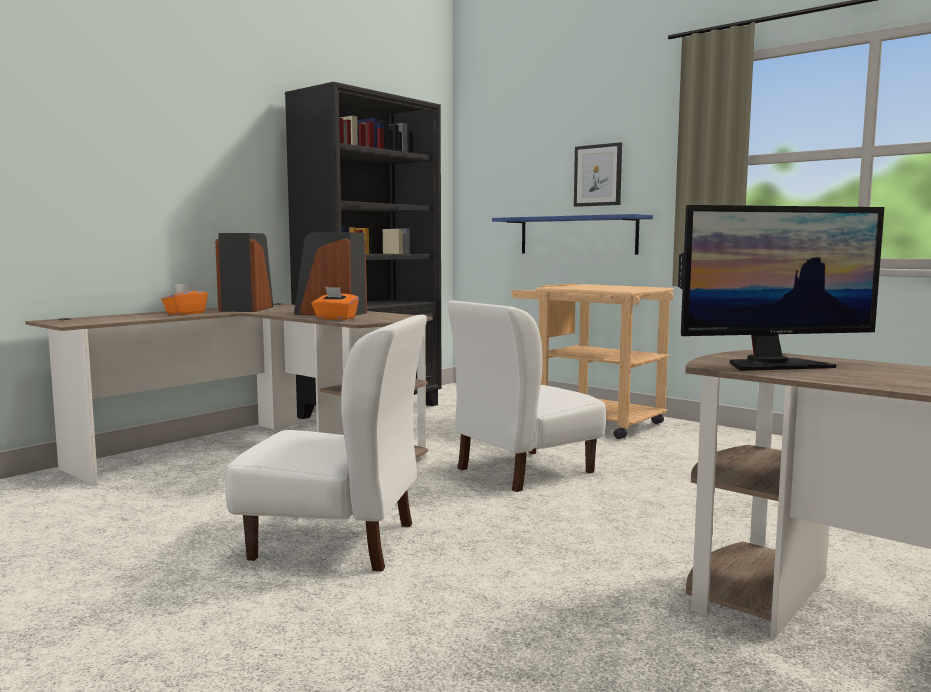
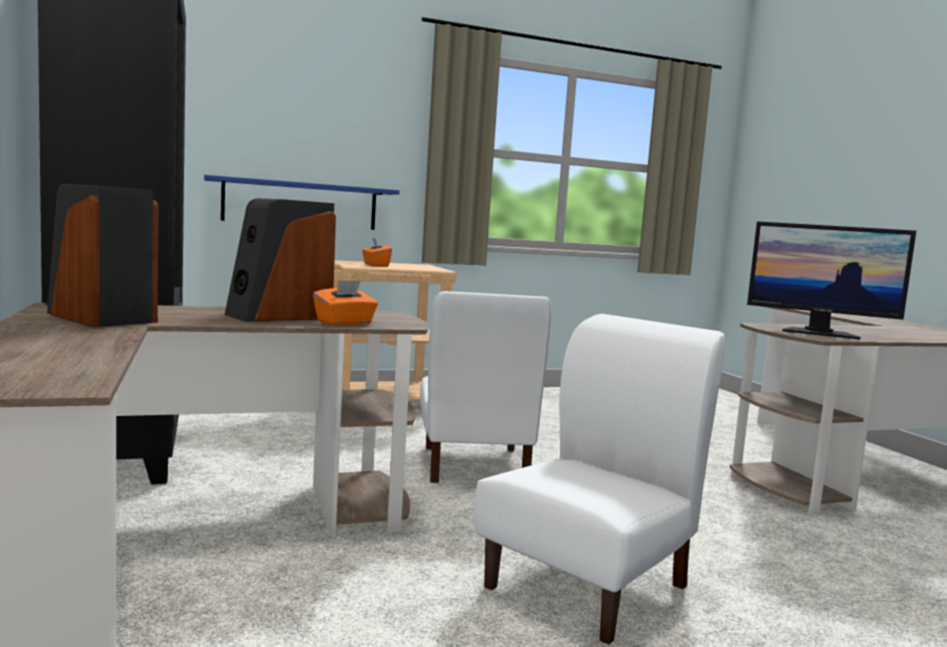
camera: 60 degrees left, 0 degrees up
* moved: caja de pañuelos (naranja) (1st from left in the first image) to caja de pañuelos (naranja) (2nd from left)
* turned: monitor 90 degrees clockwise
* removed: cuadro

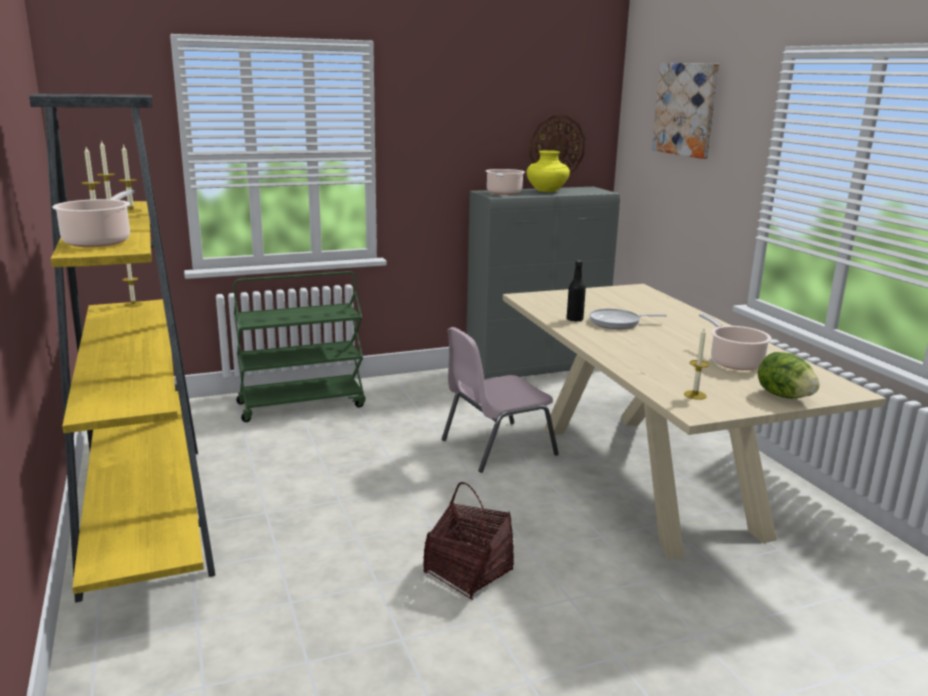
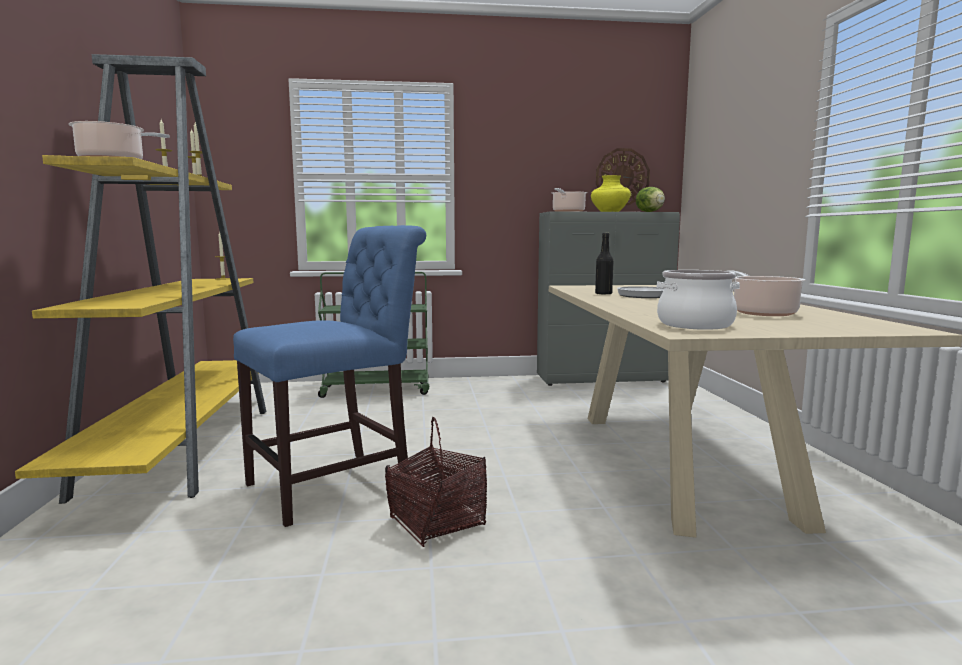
camera: 15 degrees right, 10 degrees down
* added: silla (azul)
* moved: lechuga
* replaced: vela (5th from left) to olla (3rd from left)
* removed: silla (rosa)
* removed: cuadro

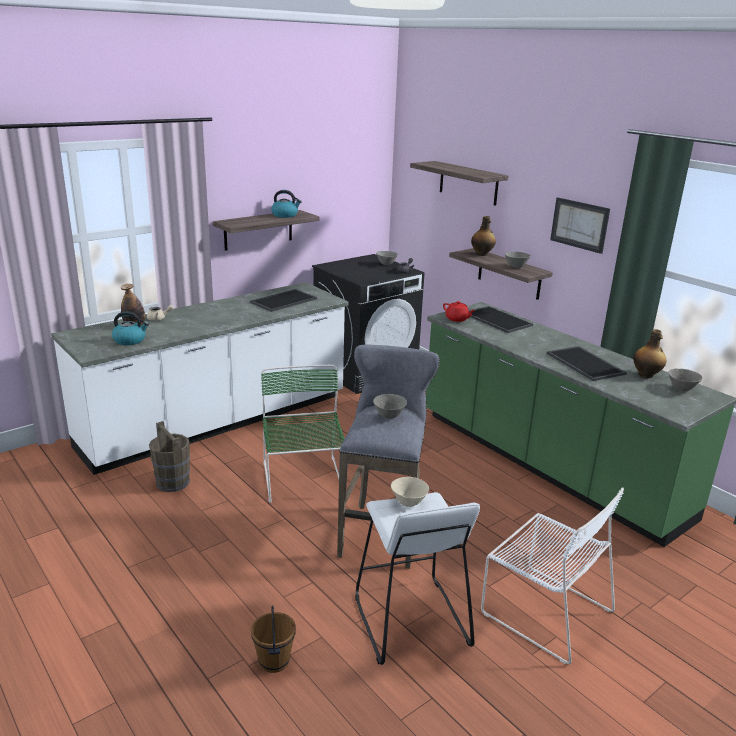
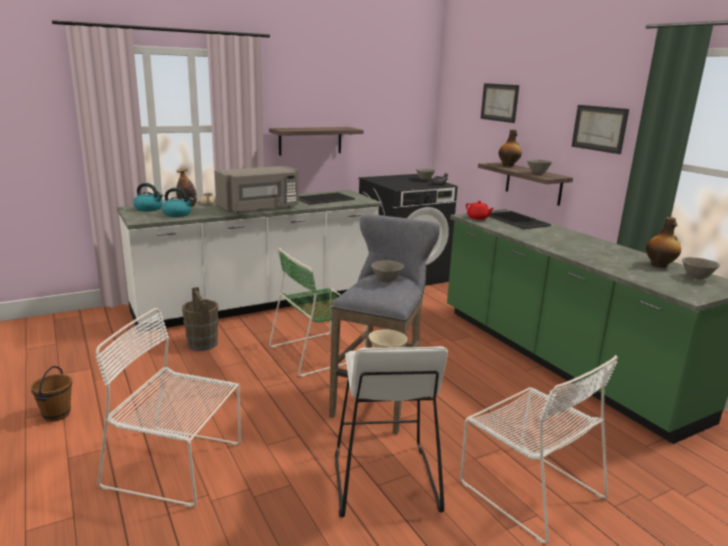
camera: 10 degrees right, 5 degrees down
* moved: cubo (marrón) (2nd from left in the first image) to cubo (marrón) (1st from left)
* added: silla (blanco) (1st from left)
* moved: hervidor (2nd from left in the first image) to hervidor (1st from left)
* added: microondas (gris)
* turned: silla (verde) 120 degrees counterclockwise
* replaced: estante (2nd from left) to cuadro (1st from left)
* removed: bandeja (3rd from left)

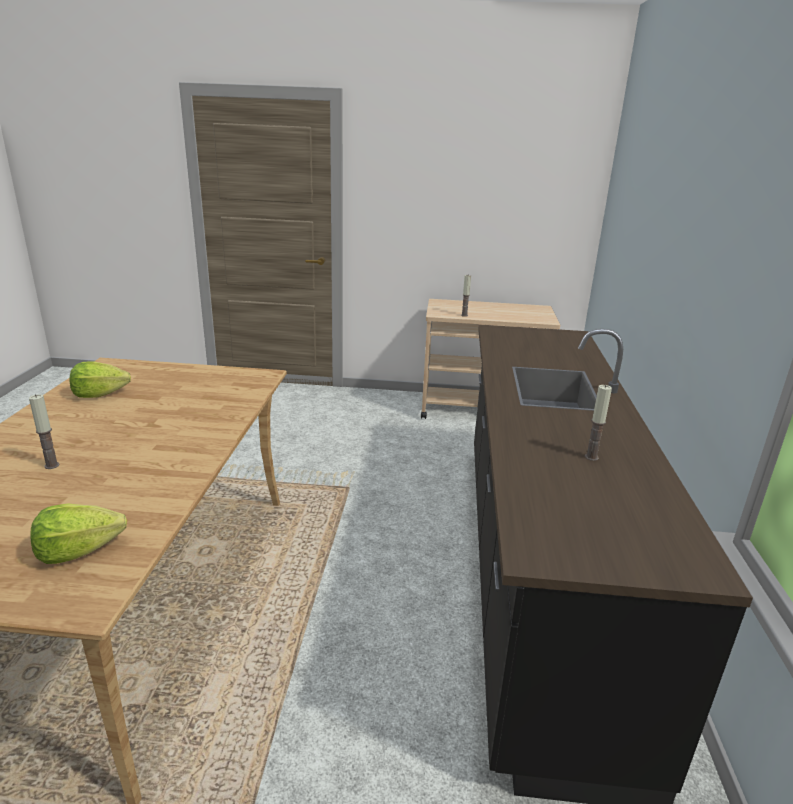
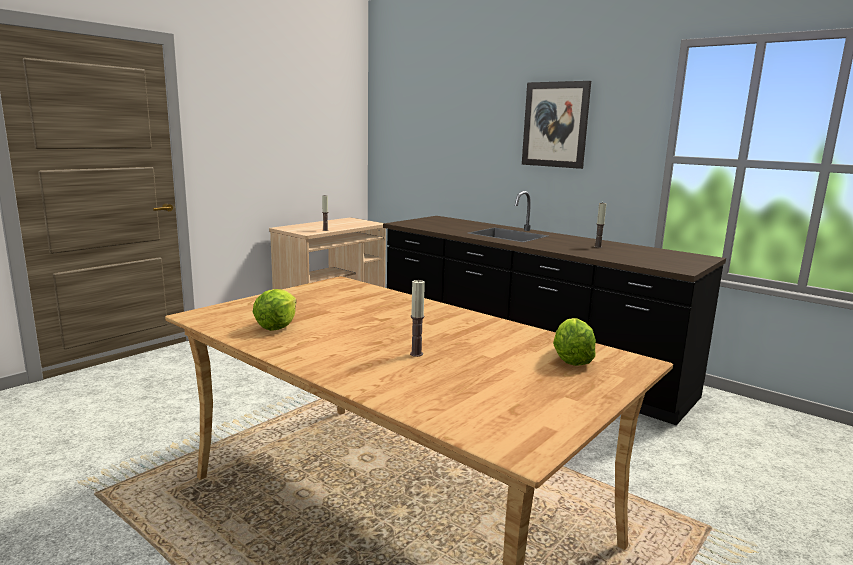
camera: 55 degrees left, 10 degrees down
* added: cuadro

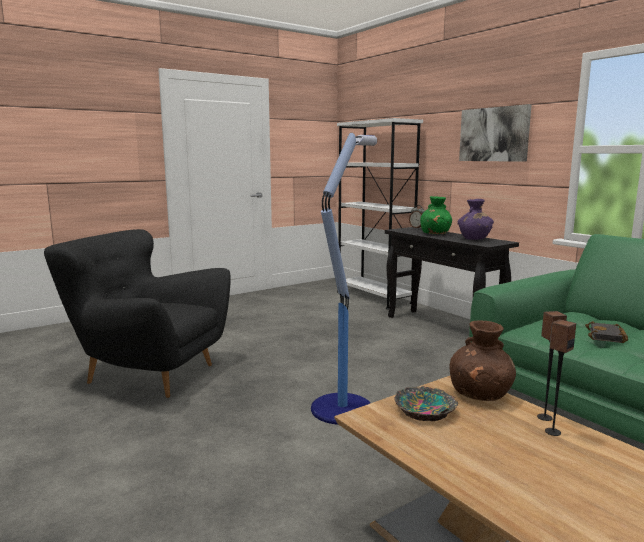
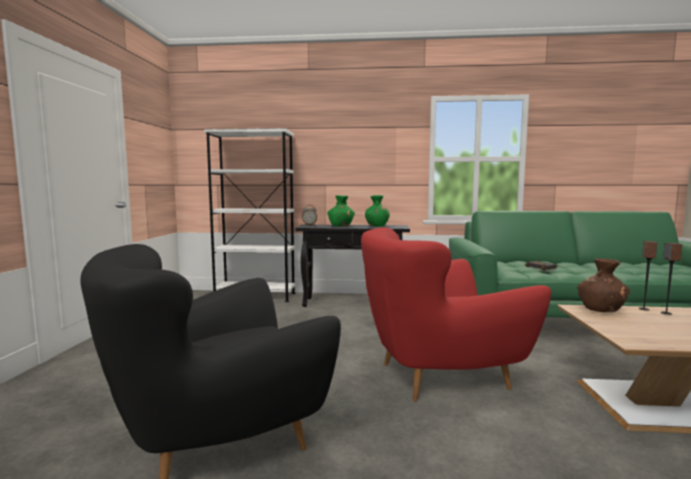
camera: 50 degrees left, 5 degrees down
* replaced: lámpara de pie to sillón (rojo)
* recoloured: florero (morado) to florero (verde) (2nd from left)
* removed: cuenco
* removed: cuadro

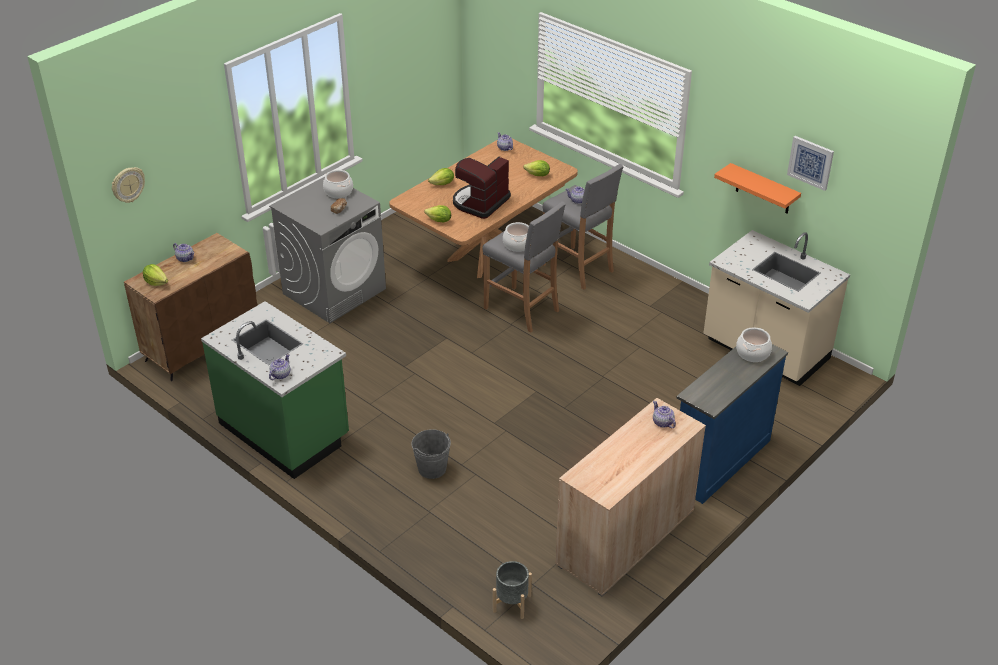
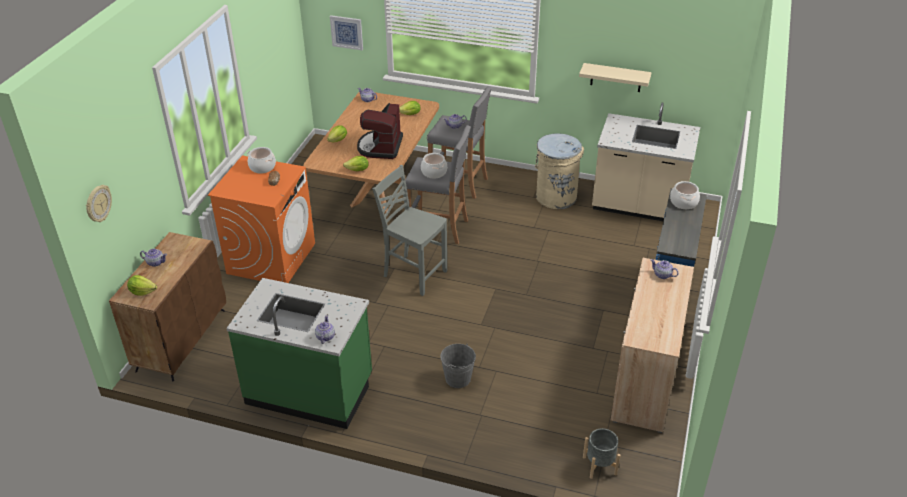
camera: 25 degrees left, 0 degrees up
* recoloured: lavadora (gris) to lavadora (naranja)
* moved: cuadro
* added: silla (gris)
* added: papelera (beis)
* recoloured: estante (naranja) to estante (beis)

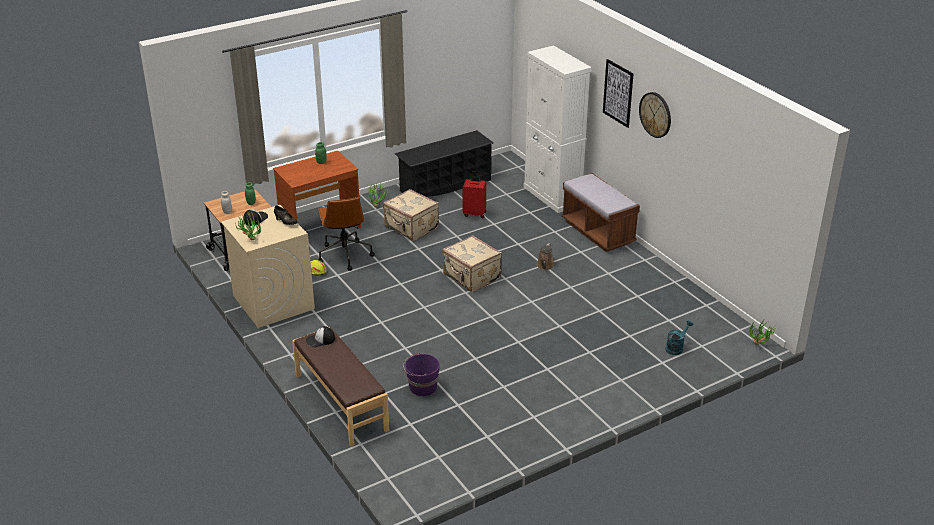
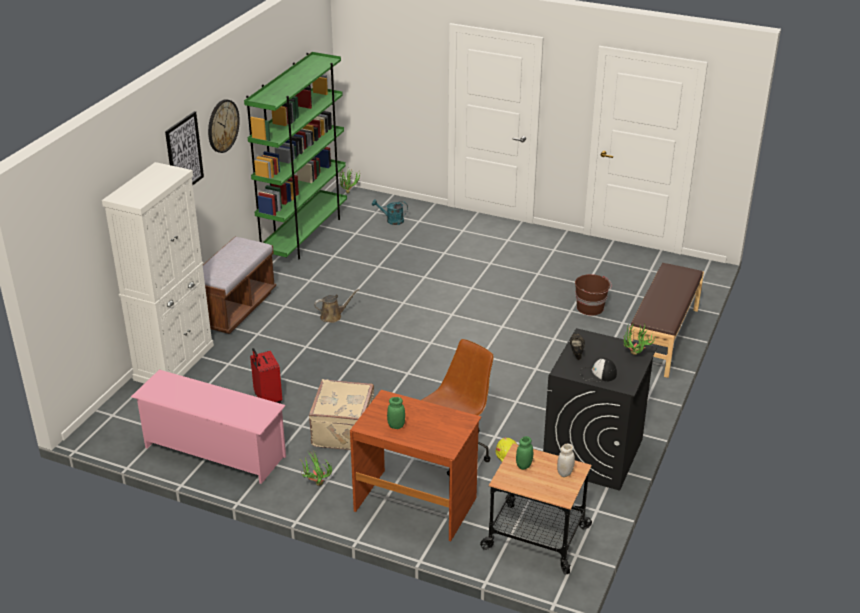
camera: 125 degrees left, 0 degrees up
* recoloured: zapatero (negro) to zapatero (rosa)
* added: estantería (verde)
* recoloured: lavadora (beis) to lavadora (negro)
* recoloured: cubo (morado) to cubo (marrón)
* removed: gorra (2nd from left)
* removed: maleta (beis) (2nd from left)

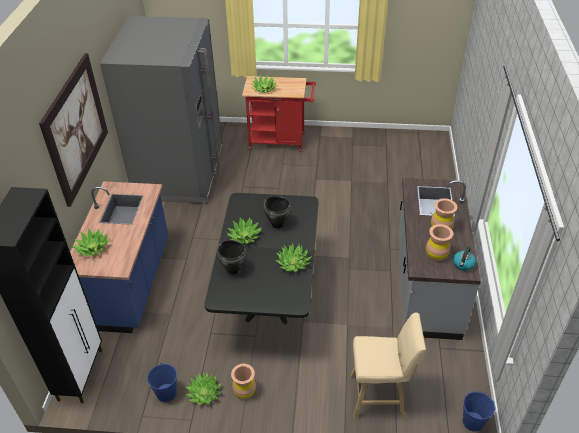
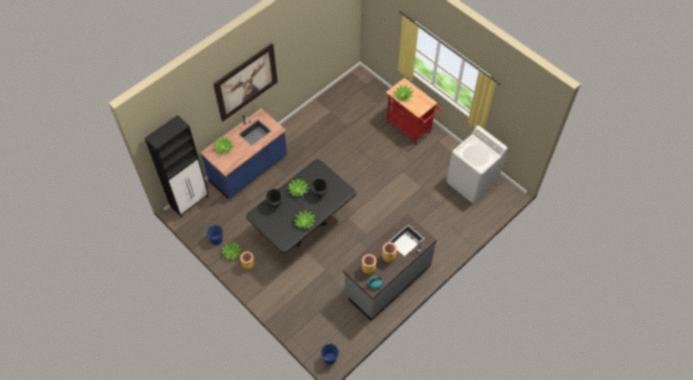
camera: 40 degrees right, 15 degrees up
* added: lavadora (blanco)
* removed: nevera (gris)
* removed: taburete (beis)

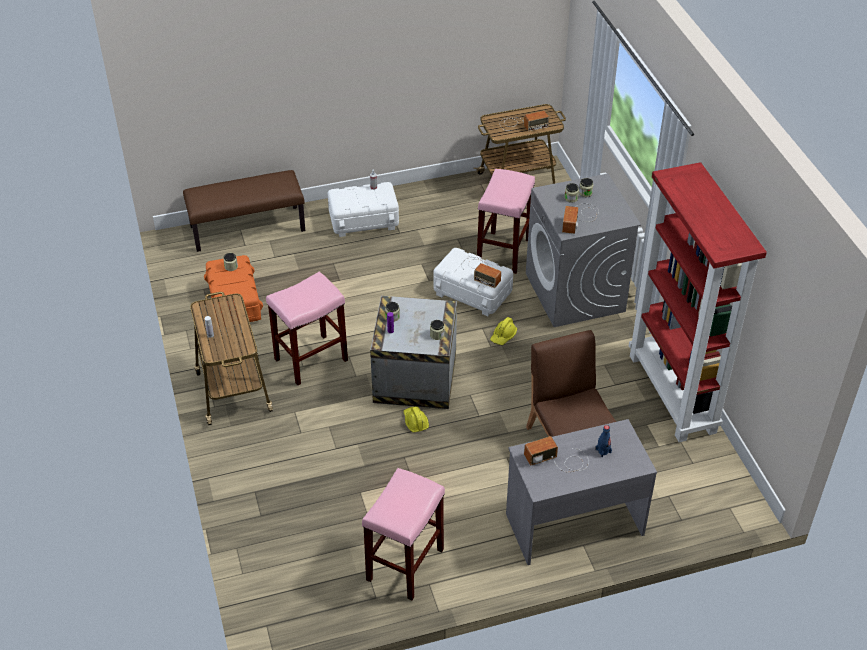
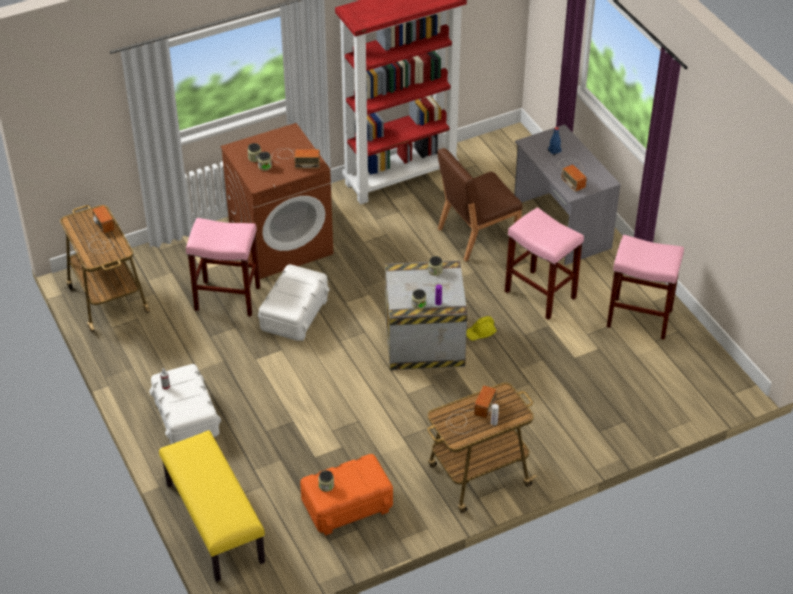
camera: 100 degrees left, 0 degrees up
* recoloured: banco (marrón) to banco (amarillo)
* recoloured: lavadora (gris) to lavadora (marrón)
* moved: radio (1st from left in the first image) to radio (3rd from left)
* moved: taburete (rosa) (1st from left in the first image) to taburete (rosa) (2nd from left)
* removed: casco (amarillo) (2nd from left)

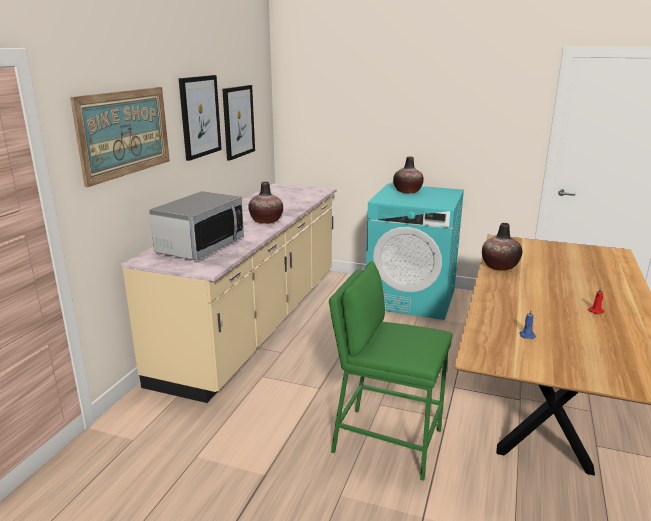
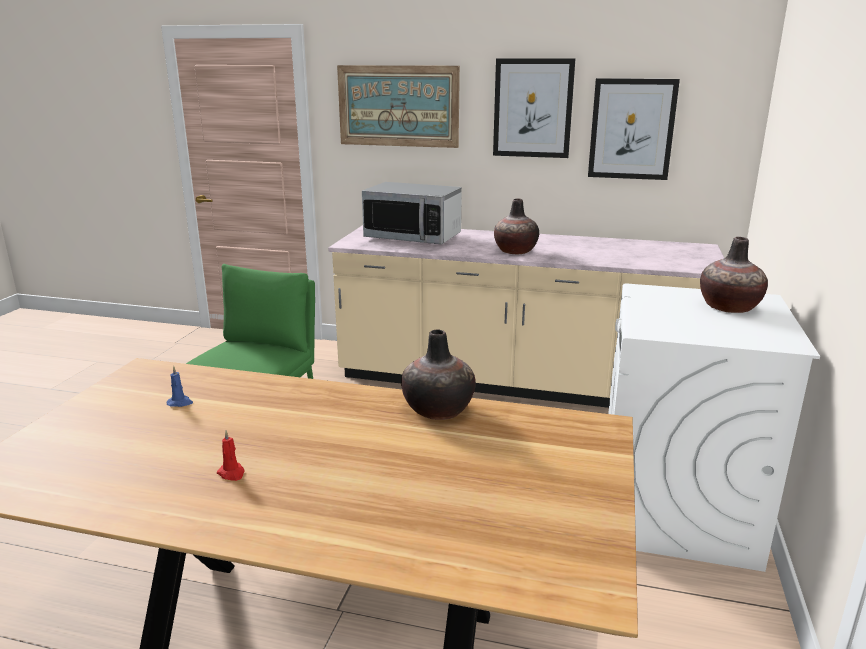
camera: 85 degrees right, 0 degrees up
* recoloured: lavadora (turquesa) to lavadora (blanco)

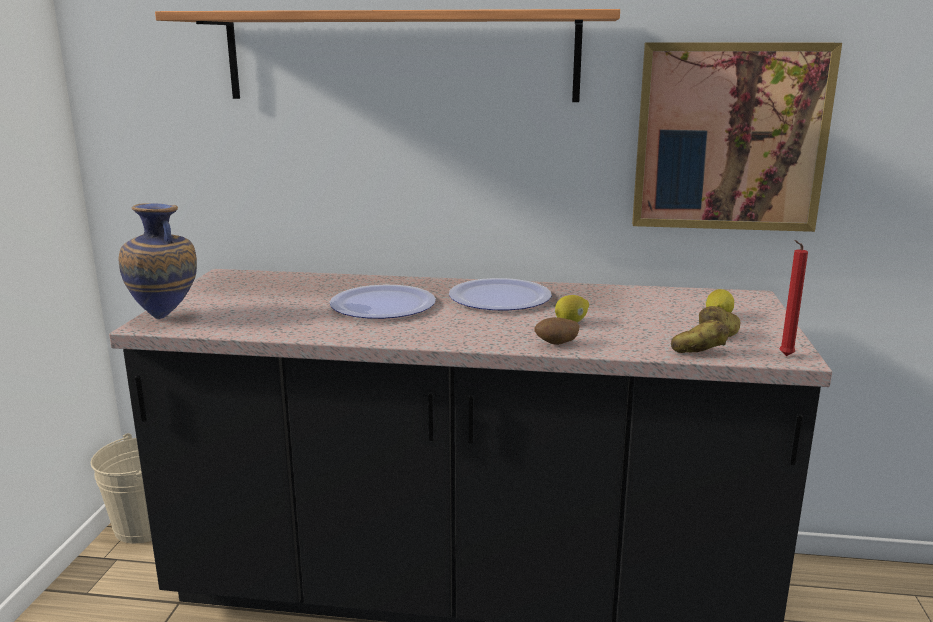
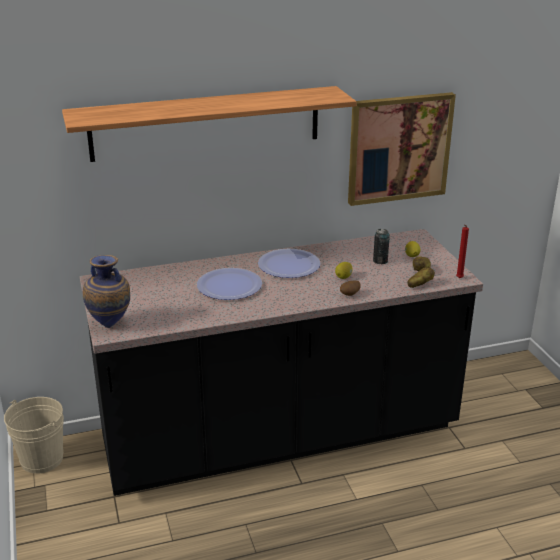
camera: 25 degrees left, 10 degrees up
* added: lata

